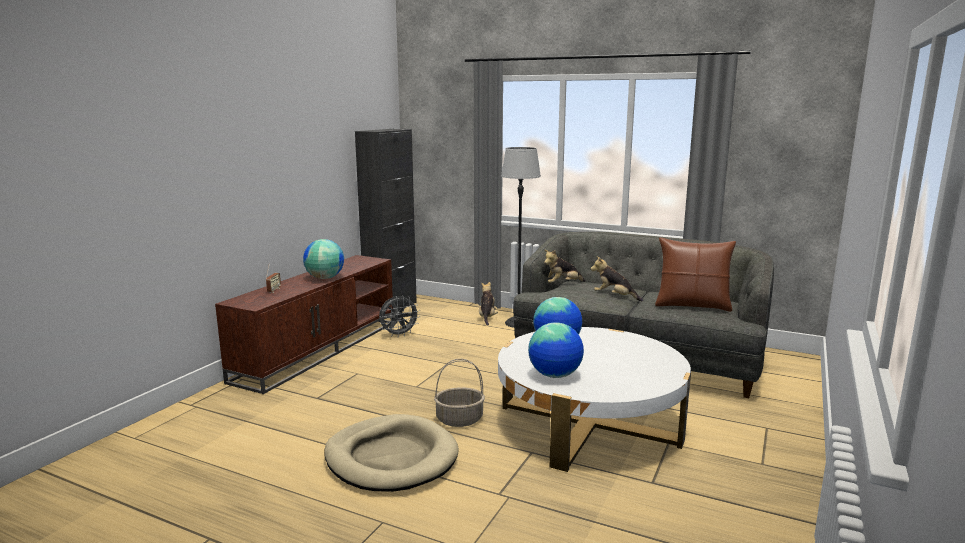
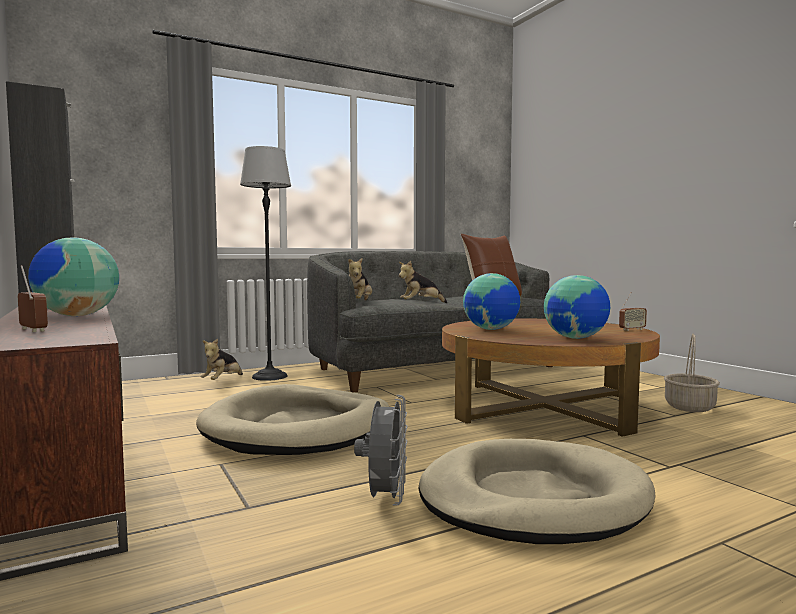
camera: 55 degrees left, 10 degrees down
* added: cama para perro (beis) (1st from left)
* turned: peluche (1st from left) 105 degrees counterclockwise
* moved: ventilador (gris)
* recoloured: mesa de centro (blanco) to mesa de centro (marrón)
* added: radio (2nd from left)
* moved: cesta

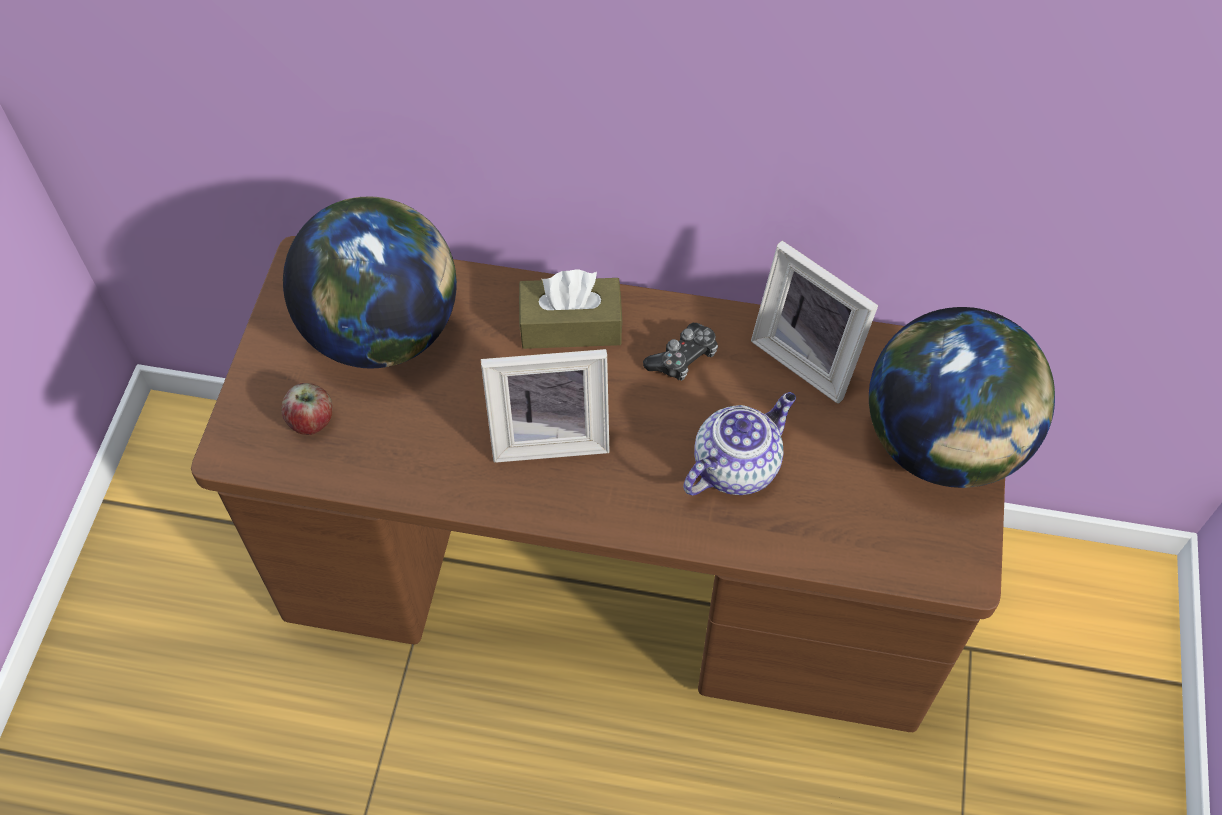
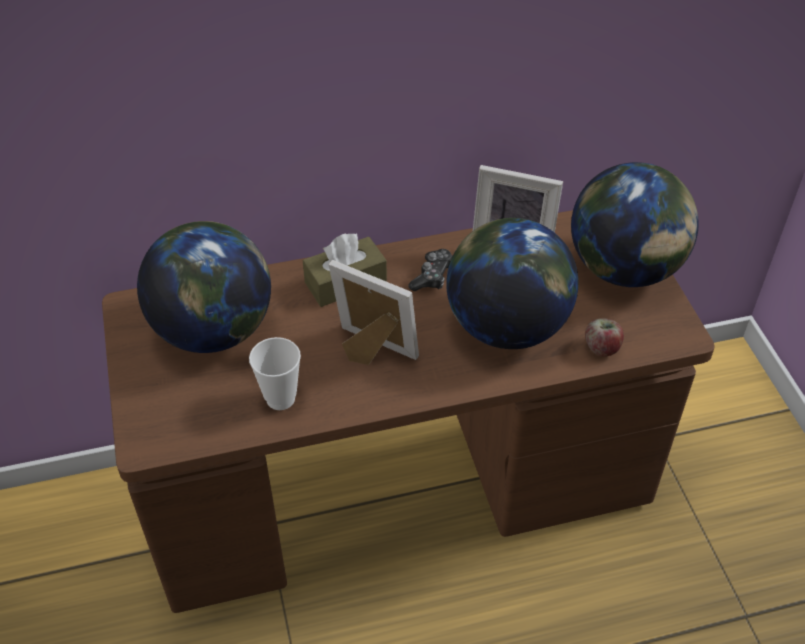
camera: 25 degrees left, 10 degrees down
* added: taza
* turned: portarretratos (1st from left) 120 degrees counterclockwise
* replaced: tetera to globo terráqueo (2nd from left)
* moved: manzana

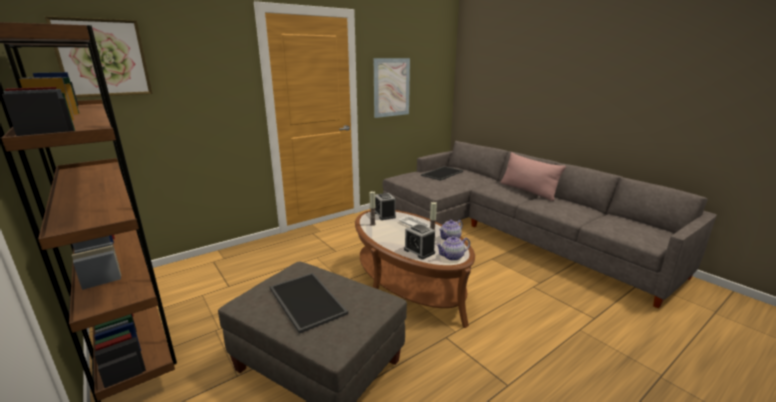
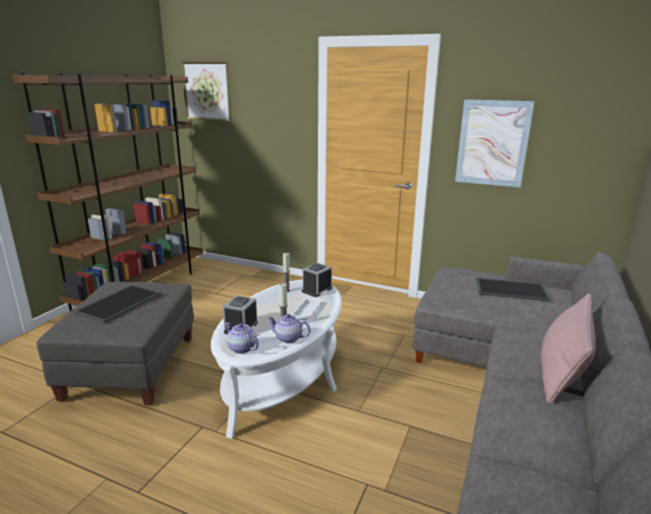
camera: 60 degrees right, 0 degrees up
* recoloured: mesa de centro (marrón) to mesa de centro (blanco)

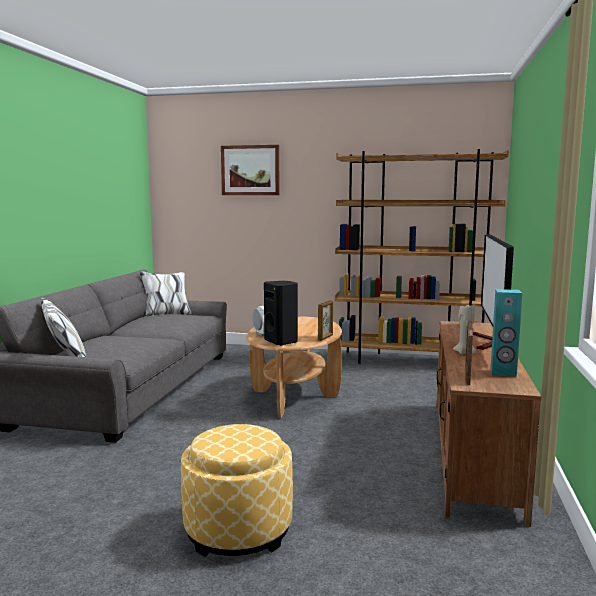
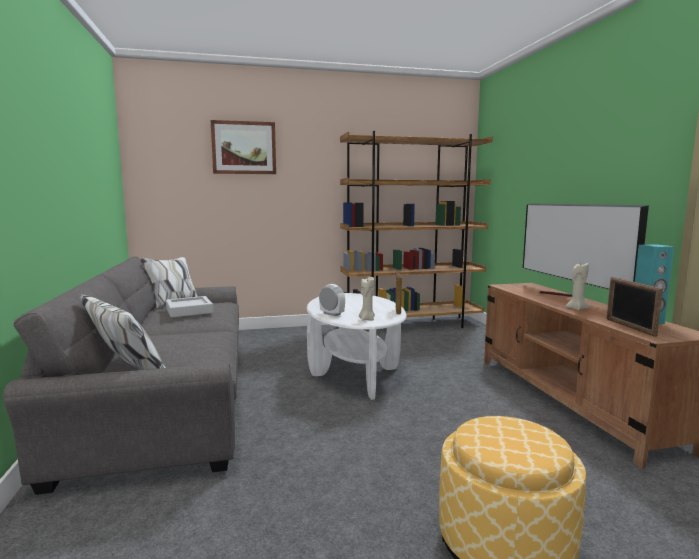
camera: 25 degrees left, 0 degrees up
* added: bandeja (gris)
* recoloured: mesa de centro (marrón) to mesa de centro (blanco)
* replaced: altavoz (negro) to vela (beis) (1st from left)

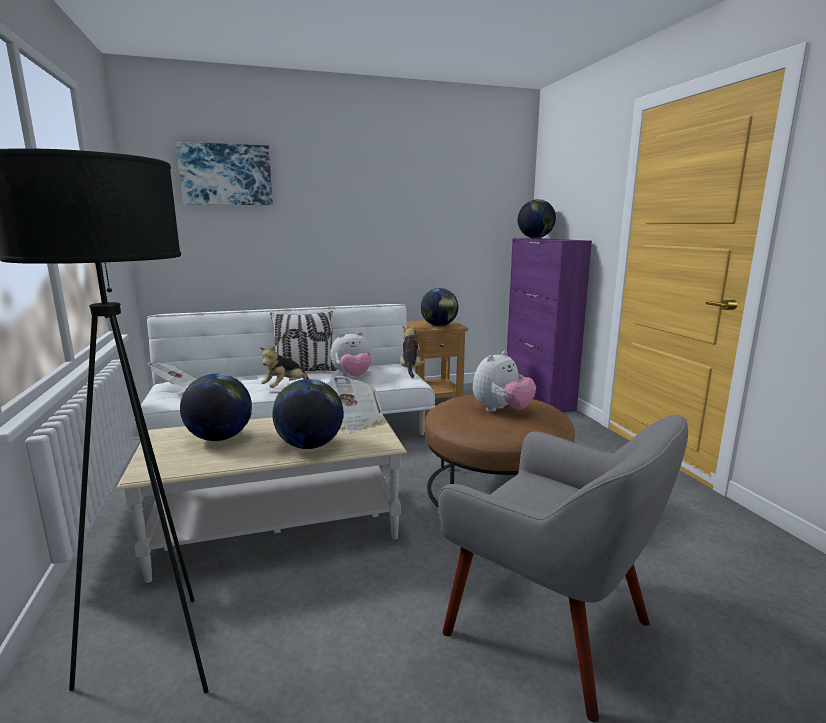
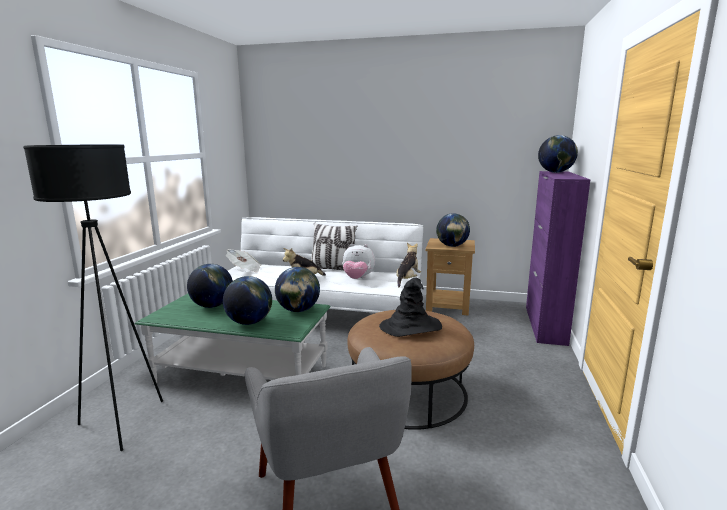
camera: 30 degrees right, 0 degrees up
* recoloured: mesa de centro (beis) to mesa de centro (verde)
* replaced: periódico (2nd from left) to globo terráqueo (3rd from left)
* replaced: peluche (4th from left) to sombrero (negro)
* removed: cuadro

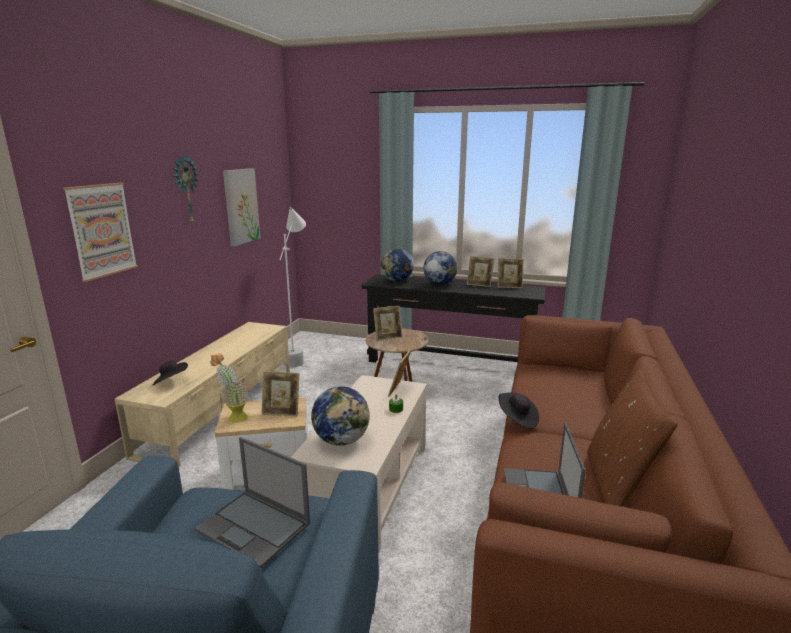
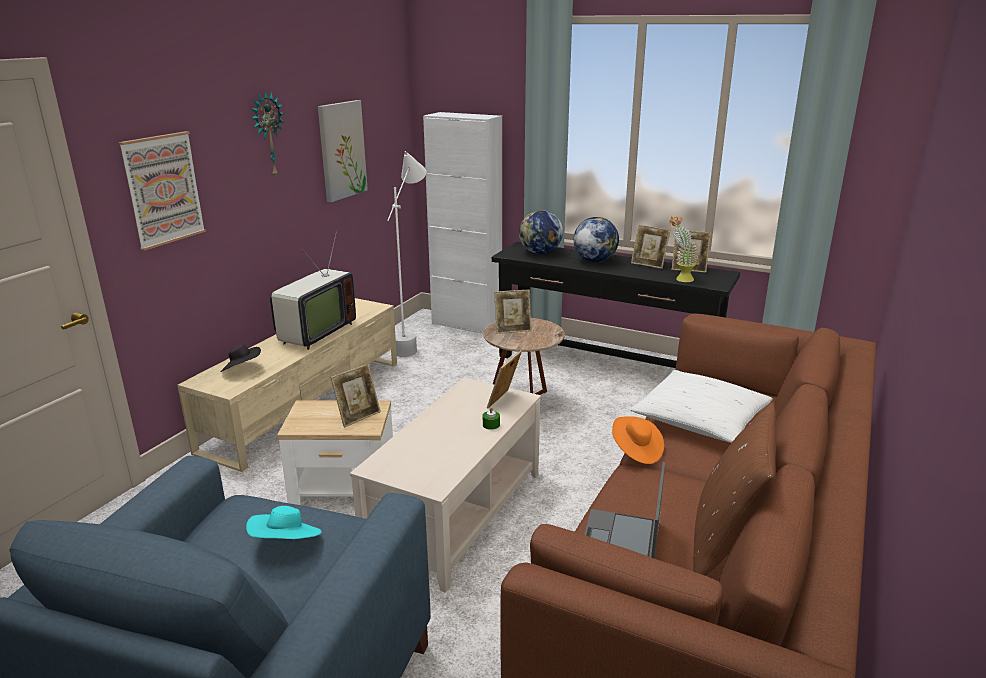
camera: 10 degrees right, 5 degrees up
* replaced: portátil (1st from left) to sombrero (turquesa)
* added: televisor
* turned: portarretratos (1st from left) 60 degrees counterclockwise
* added: armario (blanco)
* recoloured: sombrero (negro) (2nd from left) to sombrero (naranja)
* added: cojín (blanco)
* moved: planta en maceta
* removed: globo terráqueo (1st from left)

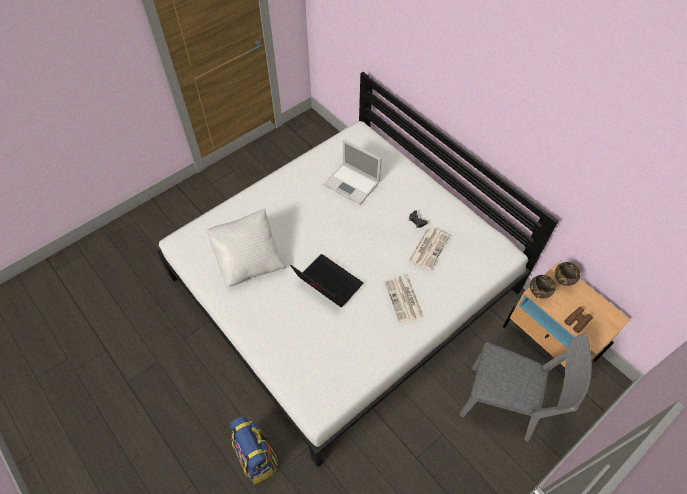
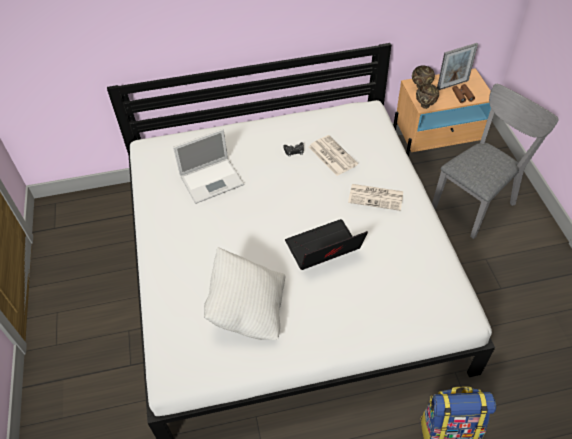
camera: 60 degrees left, 5 degrees down
* added: portarretratos

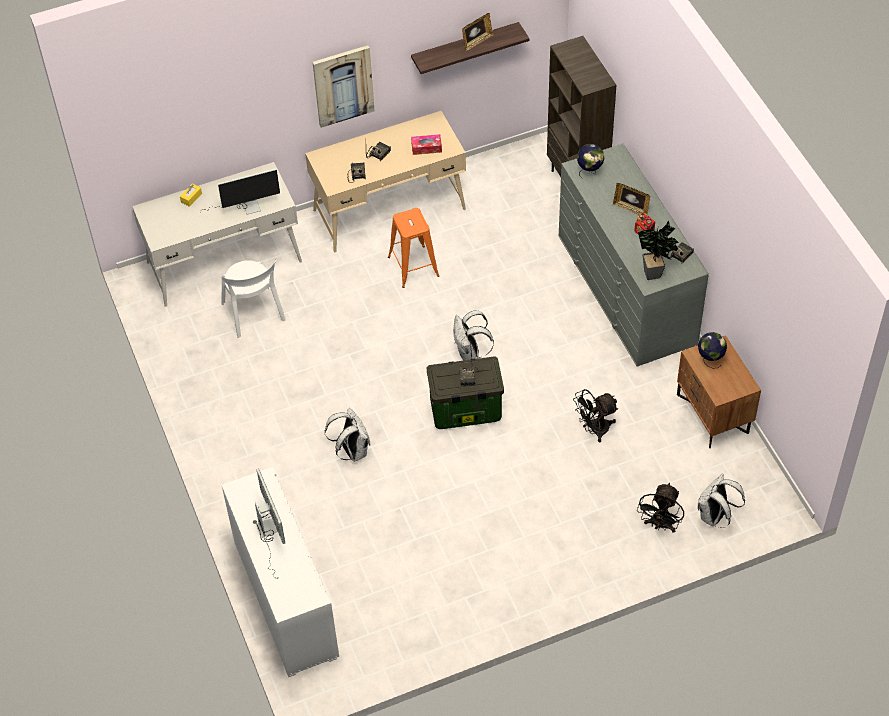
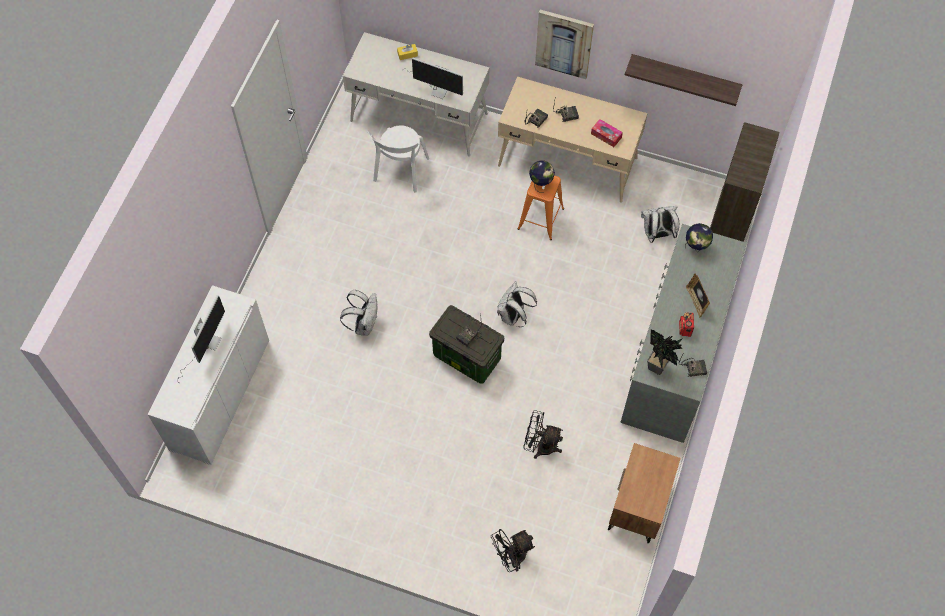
camera: 40 degrees right, 10 degrees up
* moved: globo terráqueo (2nd from left in the first image) to globo terráqueo (1st from left)
* moved: mochila (blanco) (3rd from left)
* removed: portarretratos (1st from left)

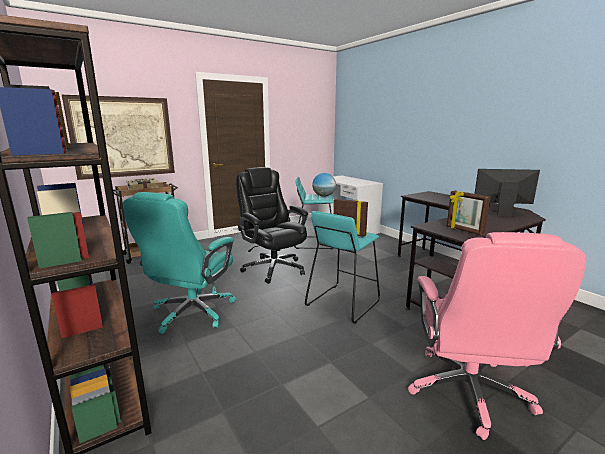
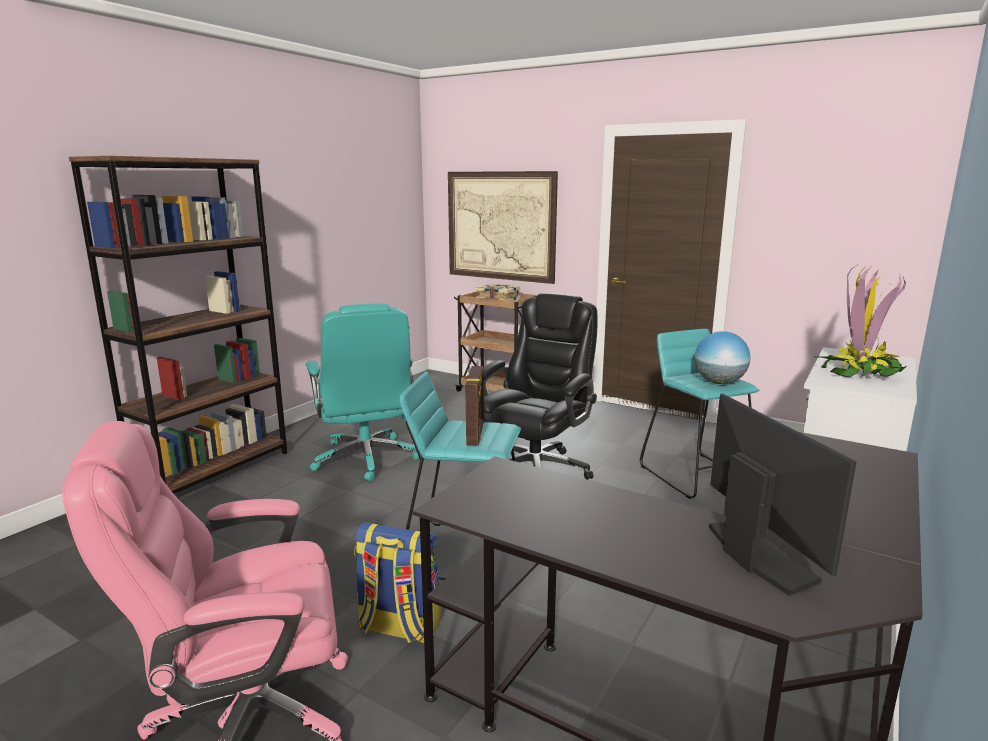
camera: 65 degrees right, 0 degrees up
* turned: silla de oficina (turquesa) 105 degrees counterclockwise
* added: mochila
* added: planta en maceta
* removed: portarretratos (2nd from left)

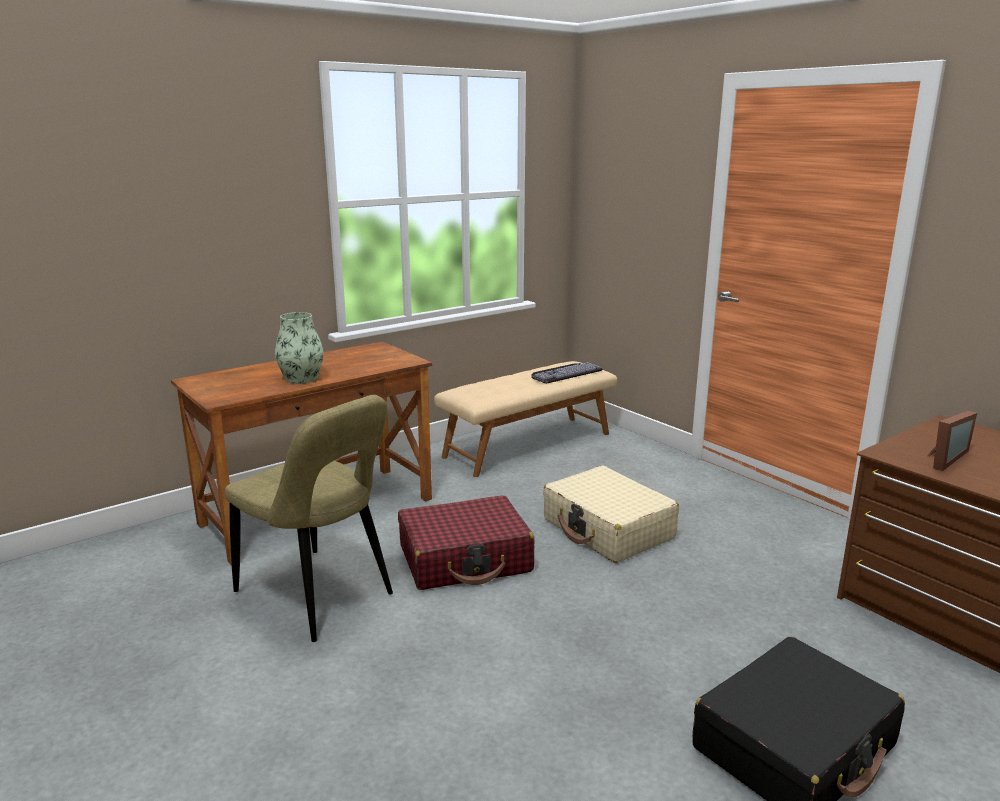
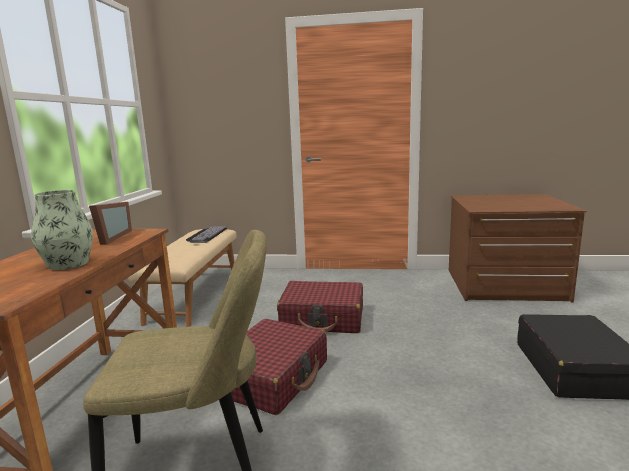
camera: 45 degrees left, 5 degrees down
* moved: portarretratos
* recoloured: maleta (beis) to maleta (rojo) (2nd from left)

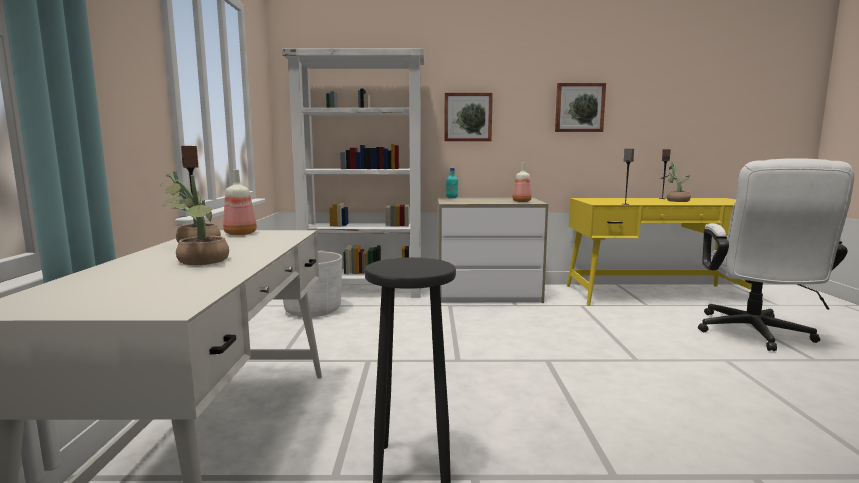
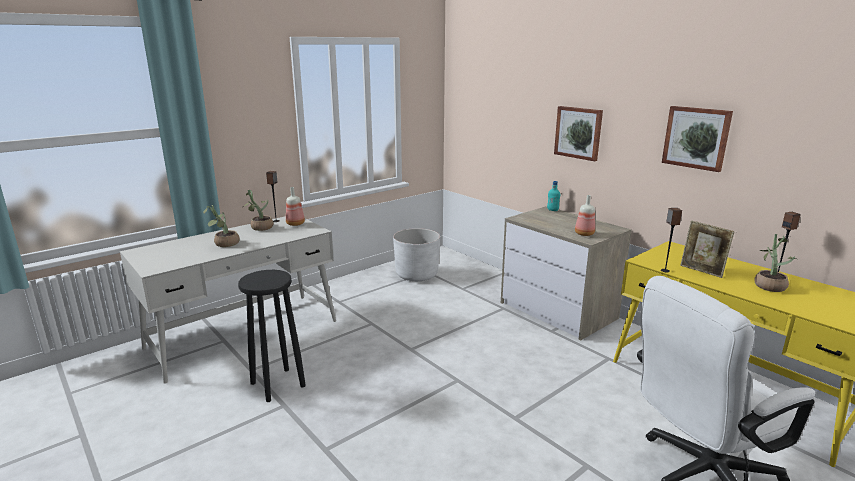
camera: 50 degrees right, 10 degrees up
* added: portarretratos
* removed: estantería (blanco)

